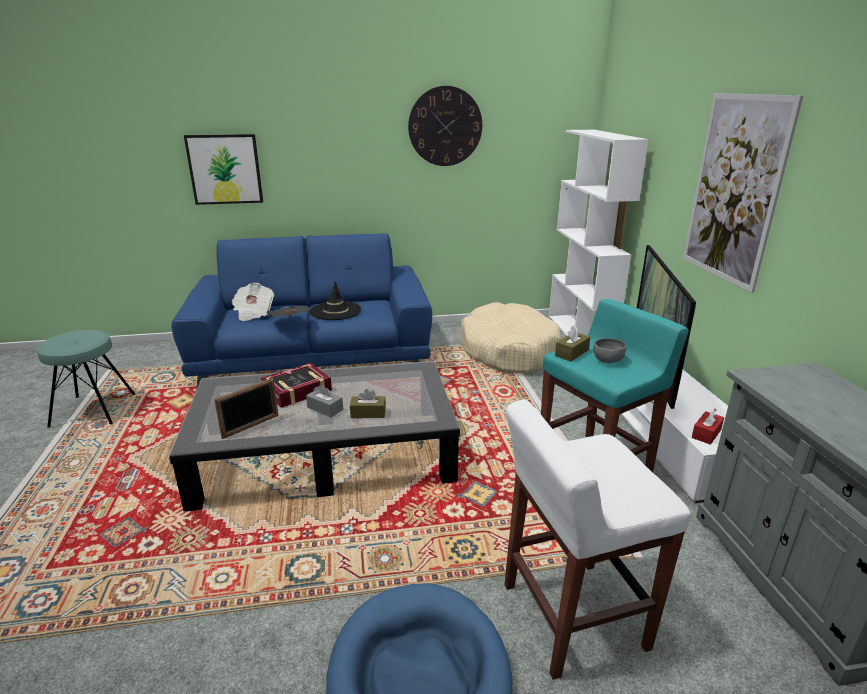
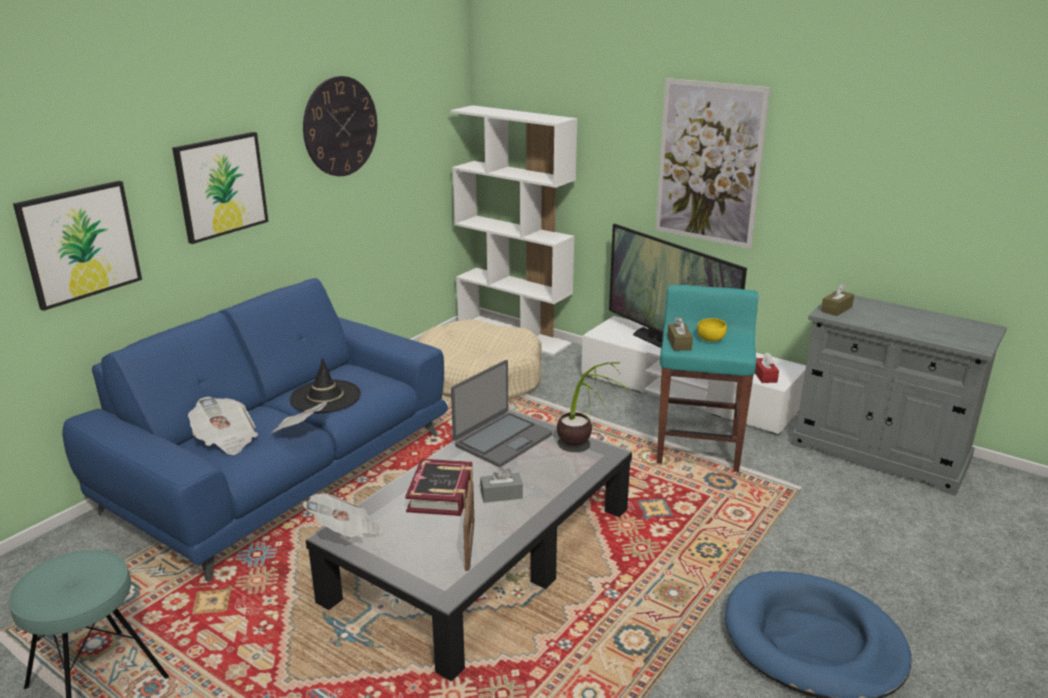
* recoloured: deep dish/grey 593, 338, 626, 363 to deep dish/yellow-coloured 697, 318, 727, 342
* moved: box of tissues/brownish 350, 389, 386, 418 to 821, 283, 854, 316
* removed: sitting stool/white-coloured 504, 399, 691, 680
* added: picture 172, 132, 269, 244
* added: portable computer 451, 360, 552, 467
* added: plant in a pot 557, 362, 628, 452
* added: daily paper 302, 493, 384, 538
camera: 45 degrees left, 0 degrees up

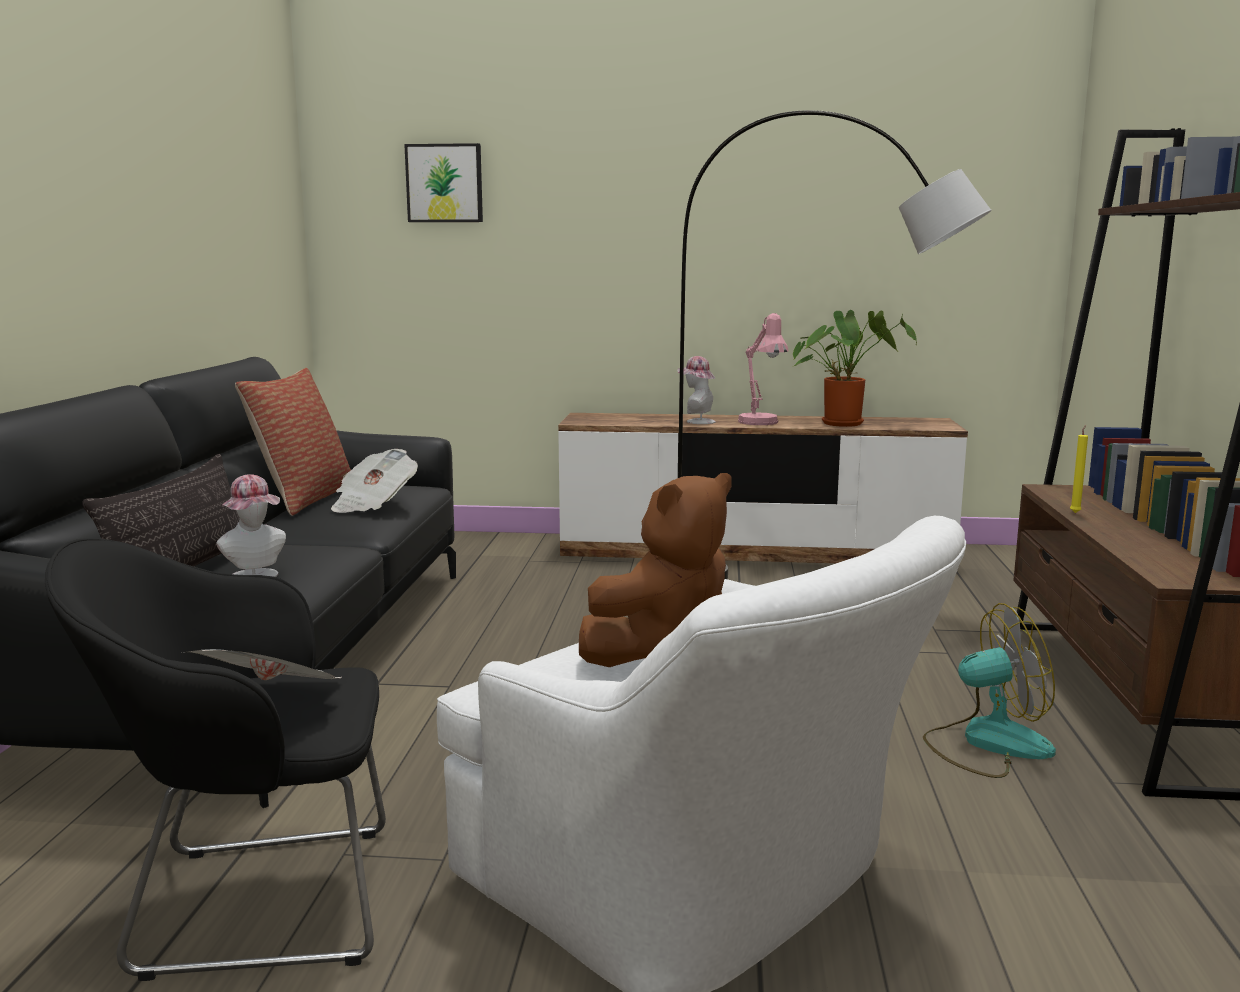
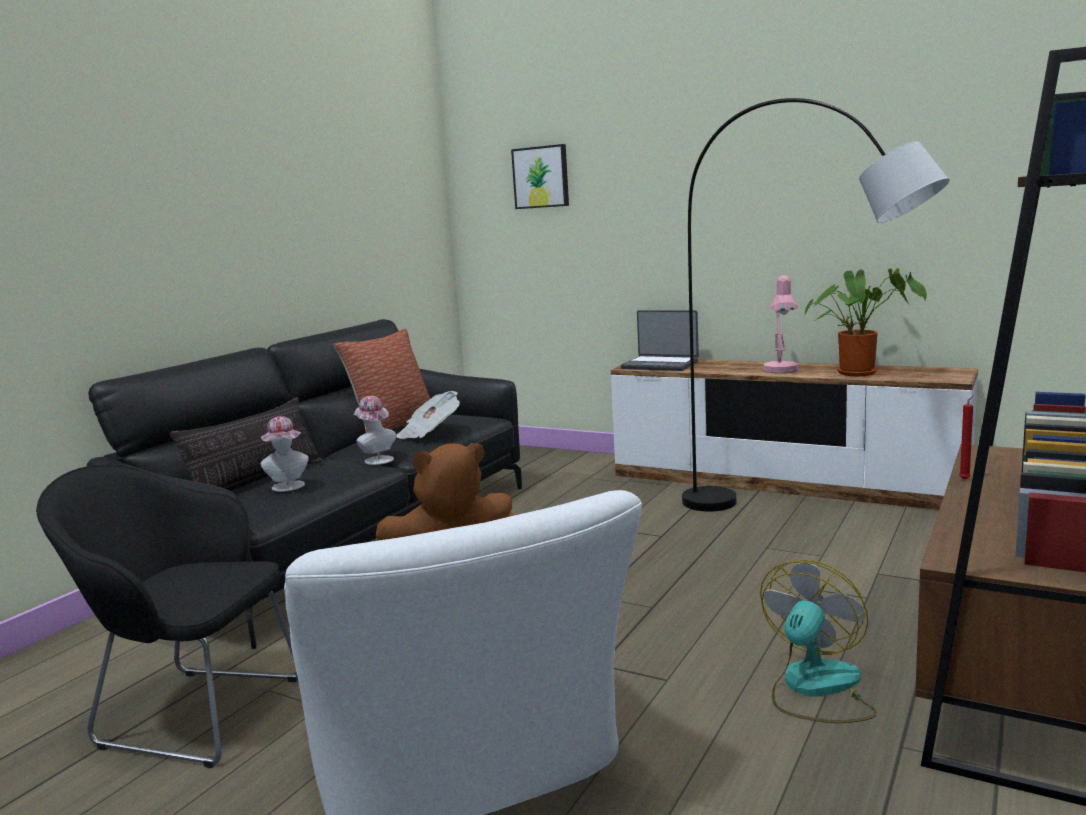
* moved: clothing hat 677, 356, 716, 424 to 354, 396, 396, 465
* recoloured: wax light/yellow-coloured 1070, 426, 1088, 513 to wax light/red-coloured 959, 395, 974, 480
* turned: electric fan 923, 603, 1056, 778 = 760, 560, 877, 723 75 degrees counterclockwise
* removed: daily paper 181, 649, 342, 680
* added: portable computer 621, 310, 699, 371
camera: 25 degrees right, 0 degrees up

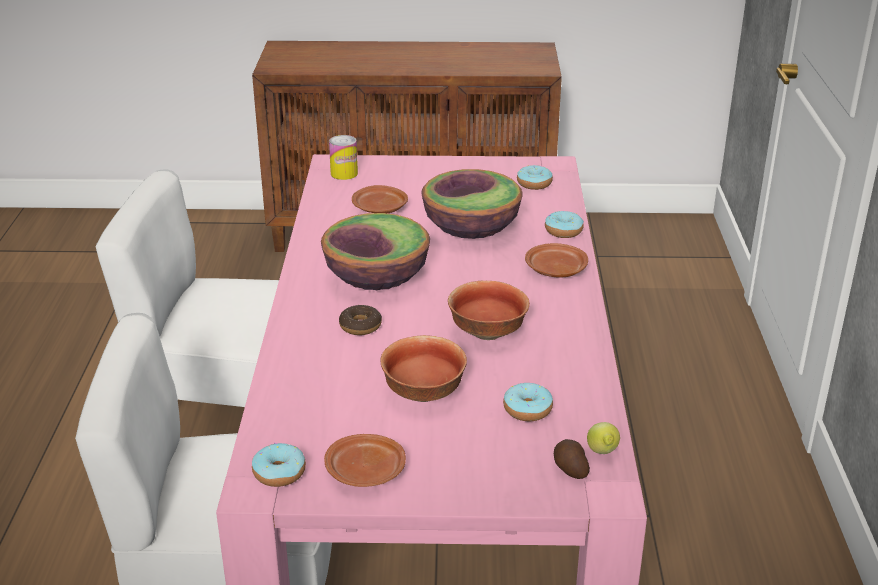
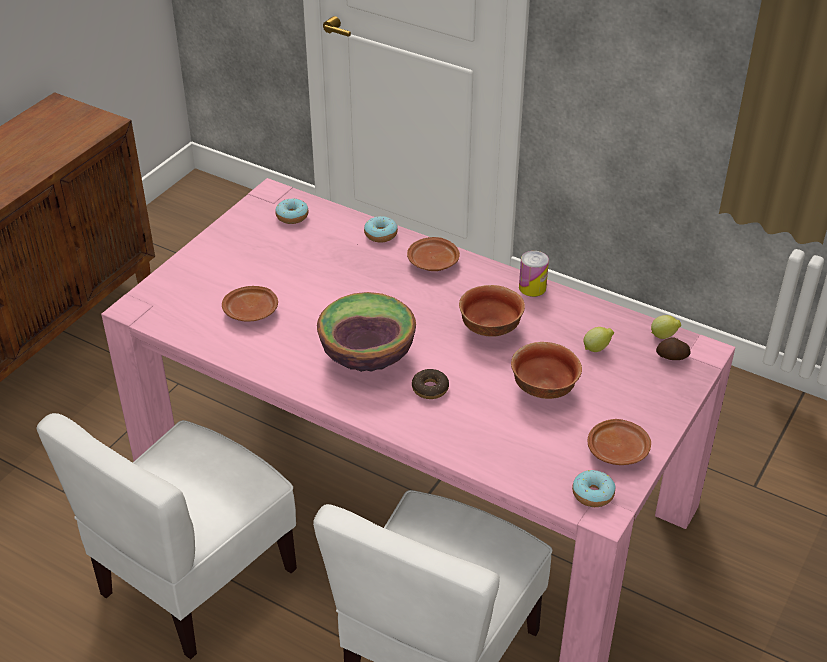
* moved: metal can 329, 135, 358, 180 to 519, 251, 549, 297
* removed: deep dish 421, 169, 523, 239
* replaced: donut 503, 383, 553, 421 to citrus fruit 584, 327, 614, 352
camera: 60 degrees left, 10 degrees up

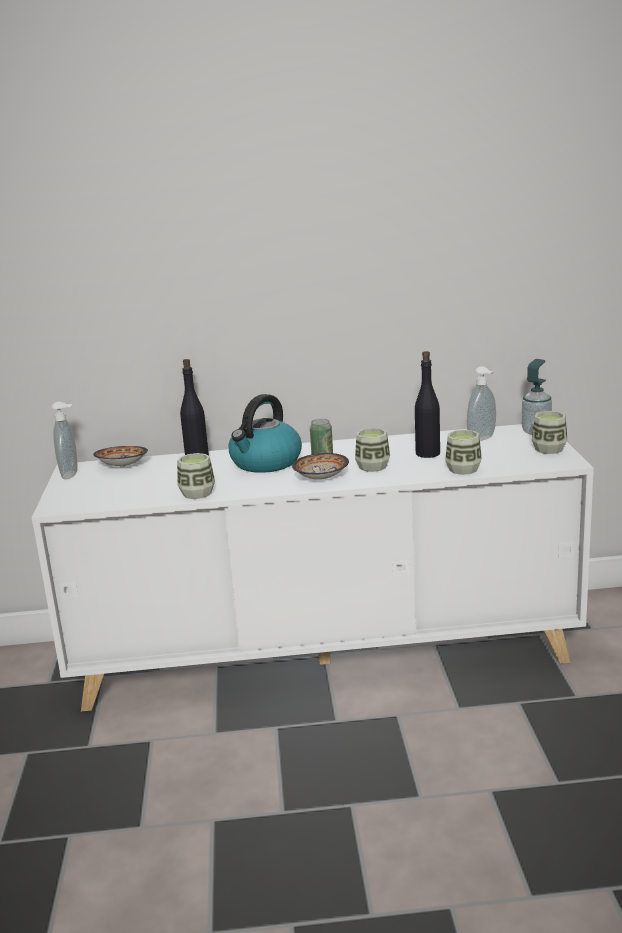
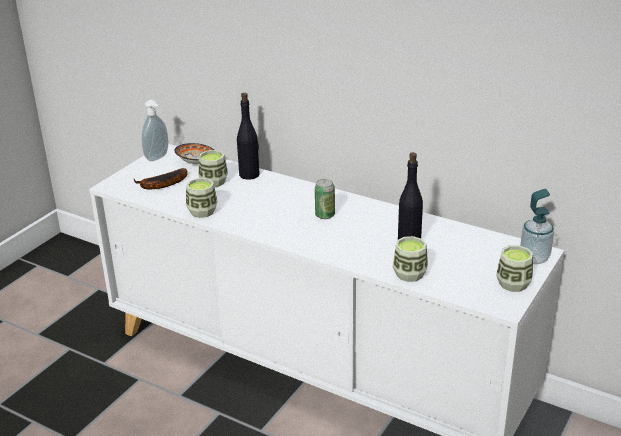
* removed: soap bottle 467, 366, 496, 441
* removed: tea kettle 229, 394, 302, 473
* moved: cup 355, 428, 390, 472 to 198, 150, 228, 187
* removed: deep dish 292, 453, 349, 479
* added: banana fruit 133, 168, 188, 189
camera: 35 degrees right, 10 degrees up

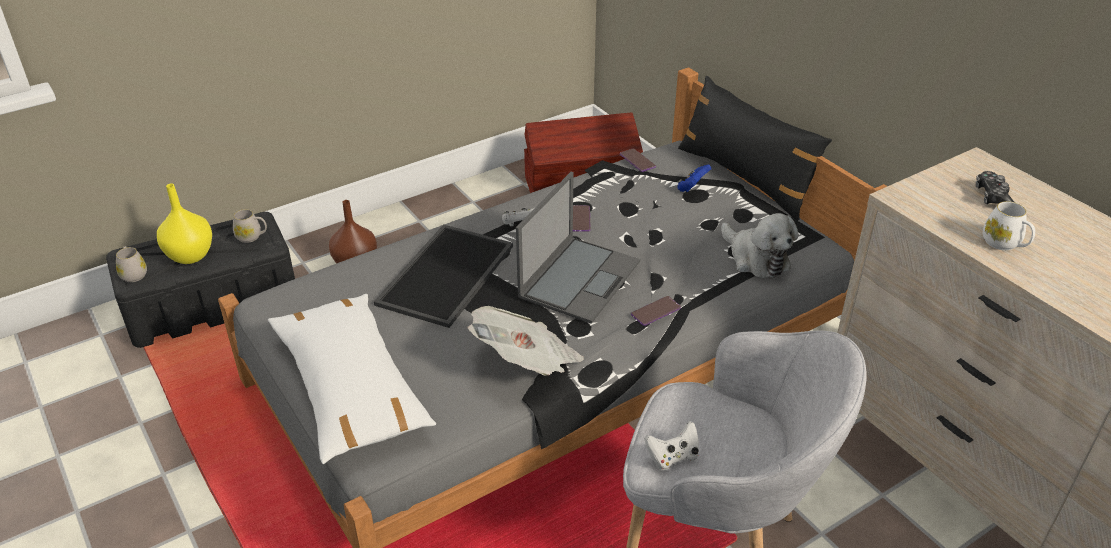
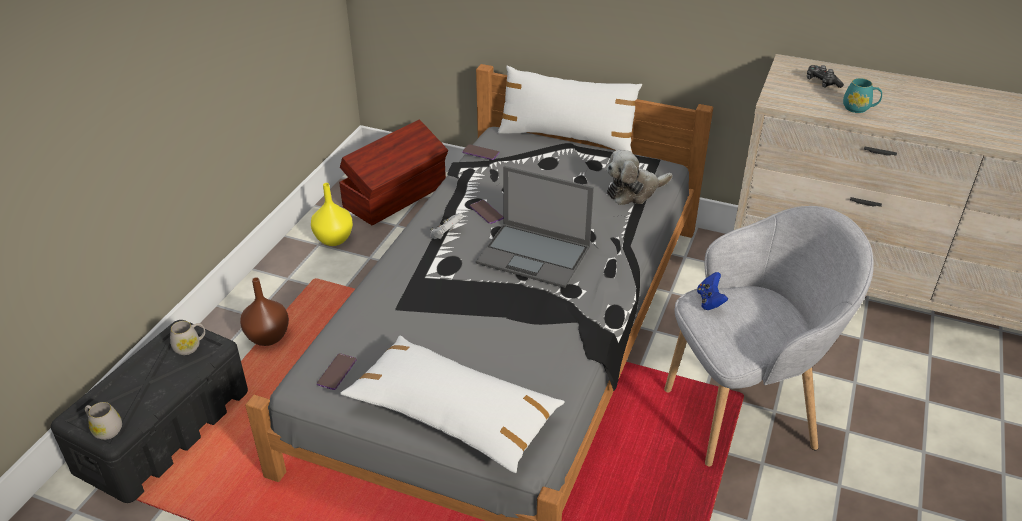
* recoloured: cushion/black 678, 76, 832, 220 to cushion/white-coloured 498, 66, 642, 152
* moved: game controller/bluish 677, 164, 711, 192 to 697, 272, 728, 310
* turned: portable computer 516, 172, 640, 324 = 476, 166, 594, 288 120 degrees clockwise
* moved: vase/yellow-coloured 157, 183, 212, 264 to 311, 183, 353, 246
* recoloured: tea mug/white-coloured 983, 201, 1035, 250 to tea mug/turquoise-coloured 843, 78, 882, 113
* turned: cuddly toy 721, 213, 798, 279 = 607, 150, 672, 205 135 degrees clockwise
* removed: serving tray 374, 224, 513, 328
* moved: handset 631, 296, 681, 326 to 317, 353, 357, 390
* removed: daily paper 467, 306, 584, 376
* removed: game controller/white-coloured 644, 421, 699, 470
camera: 35 degrees left, 0 degrees up

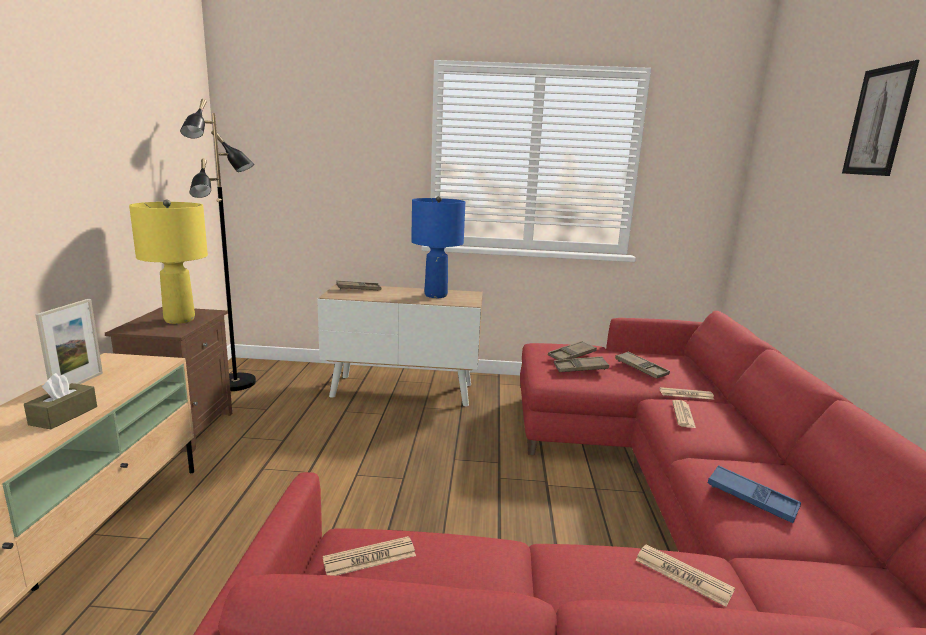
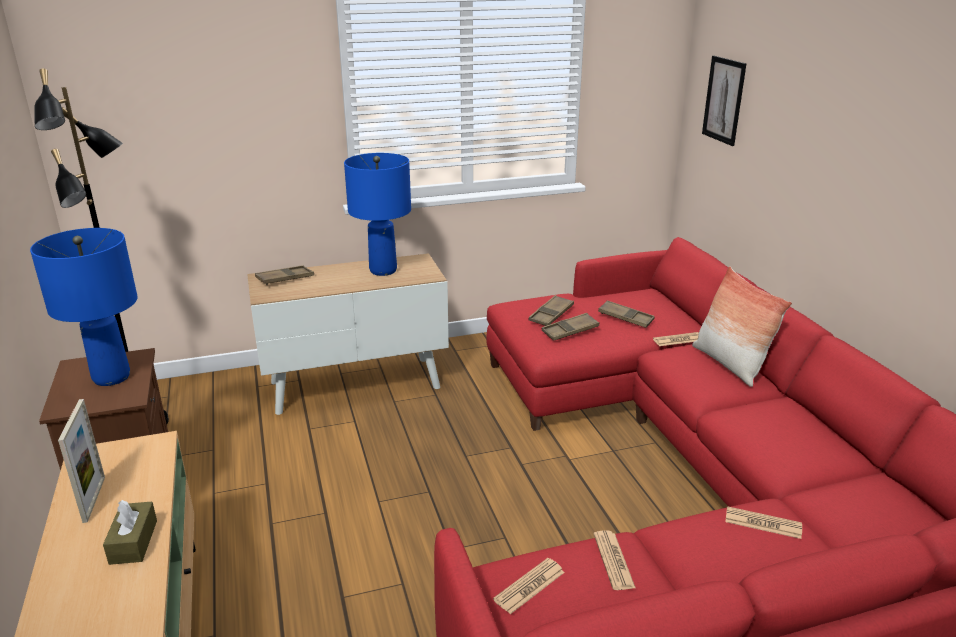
* moved: picture 842, 60, 919, 176 to 702, 56, 746, 146
* recoloured: tabletop lamp/yellow-coloured 129, 200, 208, 324 to tabletop lamp/bluish 30, 228, 138, 386
* moved: daily paper 672, 400, 696, 428 to 594, 530, 636, 590
* removed: serving tray/bluish 708, 465, 801, 523
* added: cushion 692, 266, 792, 387
camera: 20 degrees left, 10 degrees up

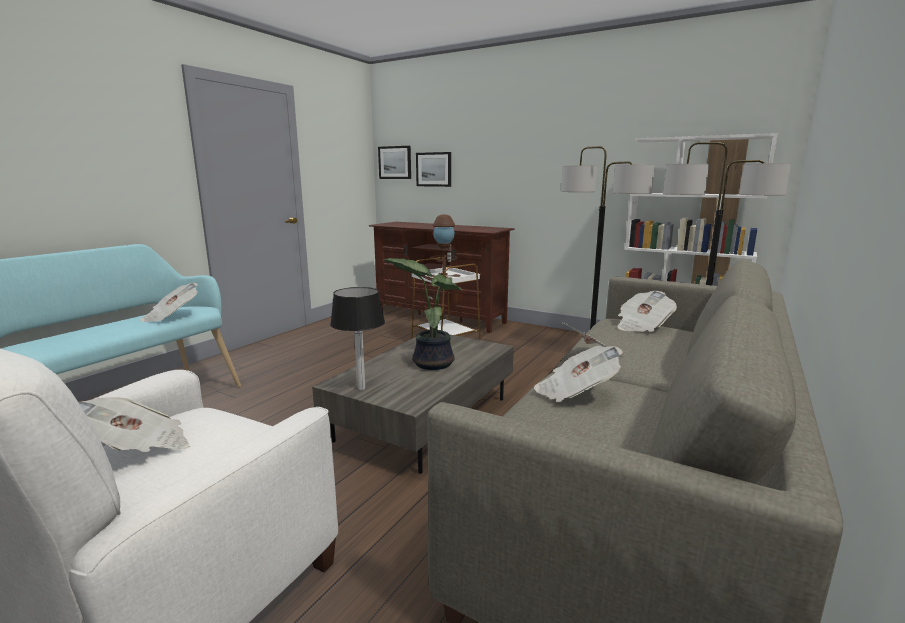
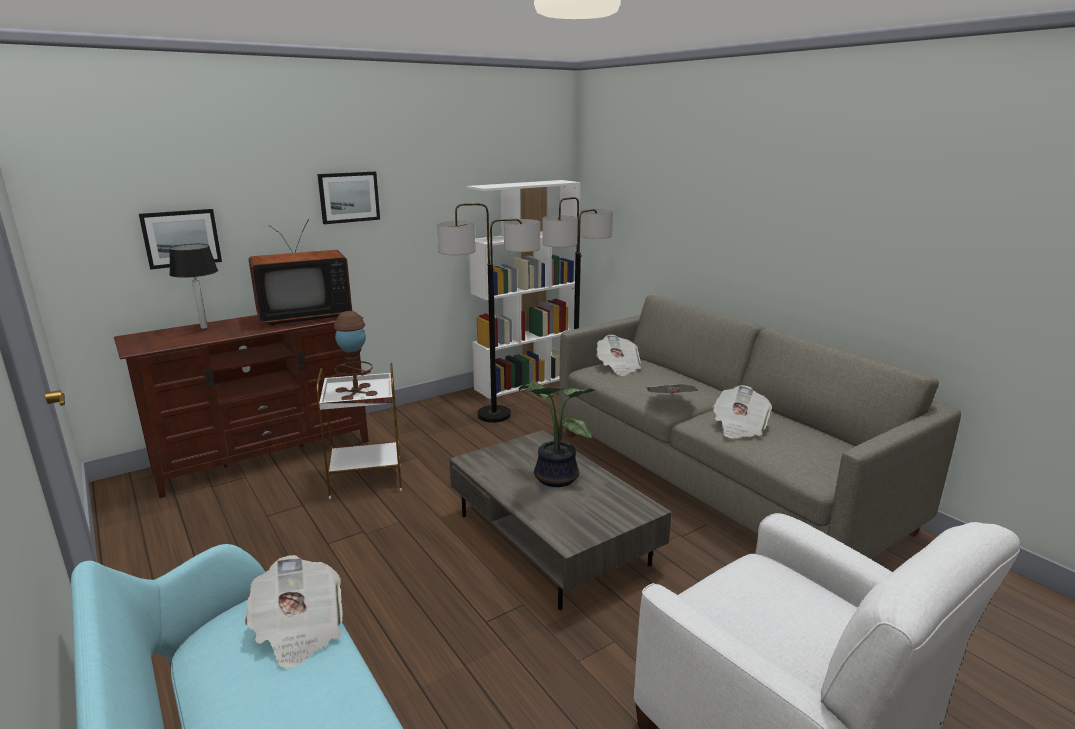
* moved: picture 378, 146, 411, 179 to 317, 172, 380, 224
* moved: tabletop lamp 330, 287, 385, 390 to 169, 244, 218, 329
* removed: daily paper 79, 397, 190, 452
* added: TV 249, 219, 352, 326
camera: 65 degrees left, 5 degrees up

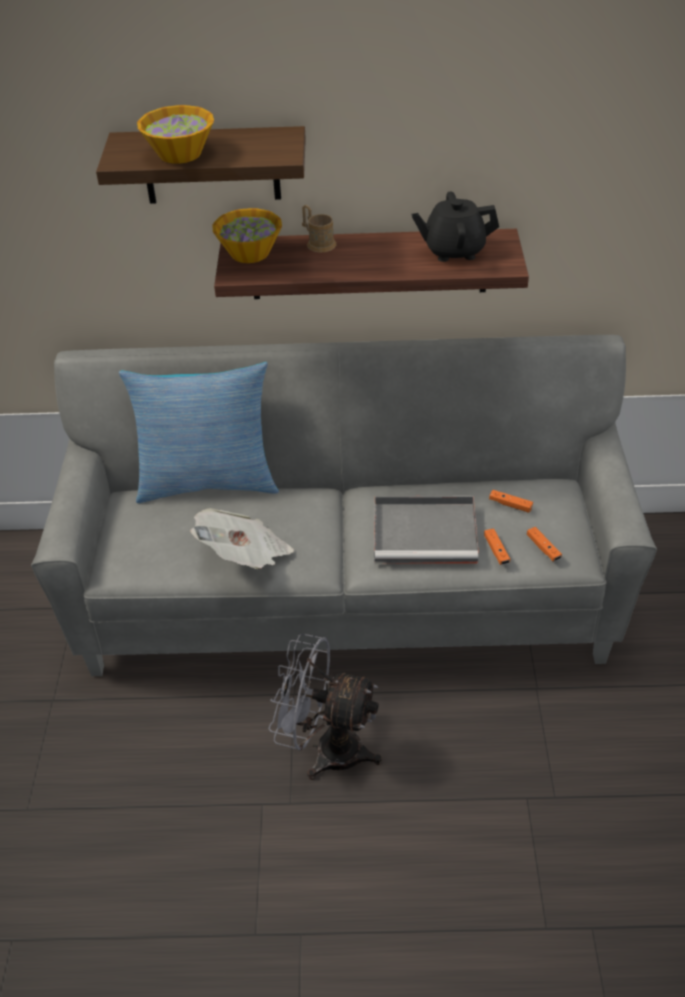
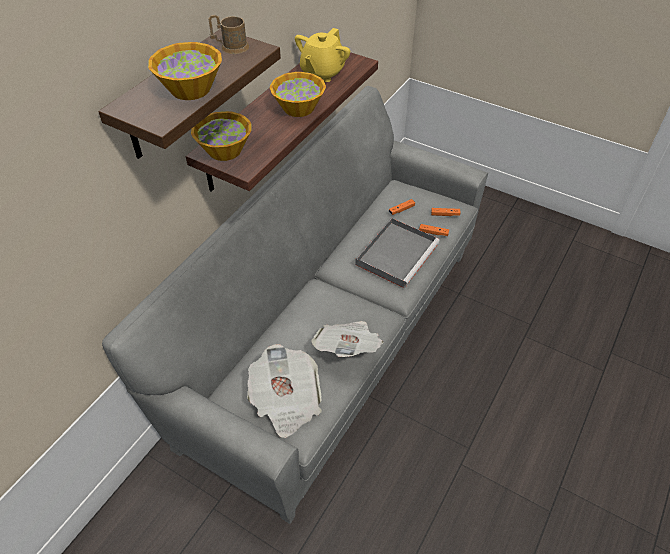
* recoloured: tea pot/black 411, 191, 499, 262 to tea pot/yellow-coloured 295, 28, 350, 82
* moved: tea mug/brownish 302, 205, 336, 253 to 208, 15, 250, 54
* removed: cushion 119, 362, 279, 503
* removed: electric fan/grey 268, 634, 382, 780
* added: deep dish 270, 72, 326, 117
* added: daily paper 247, 344, 322, 438
camera: 60 degrees left, 5 degrees up

